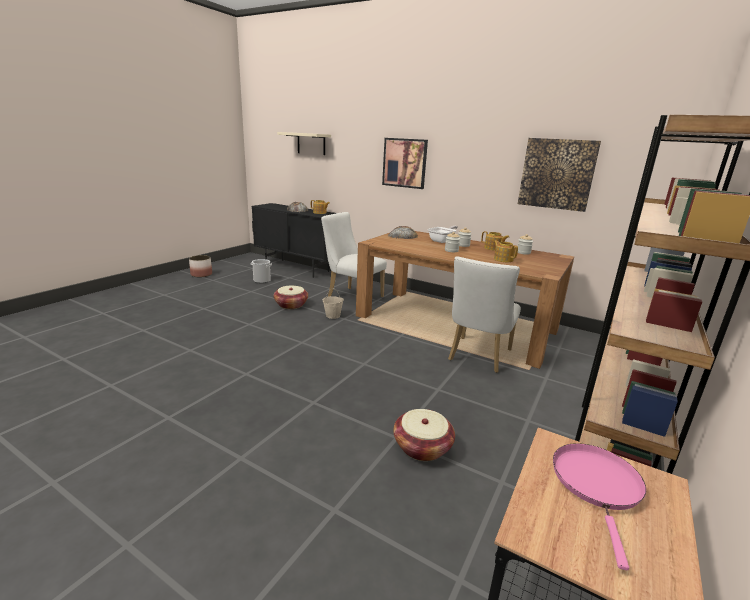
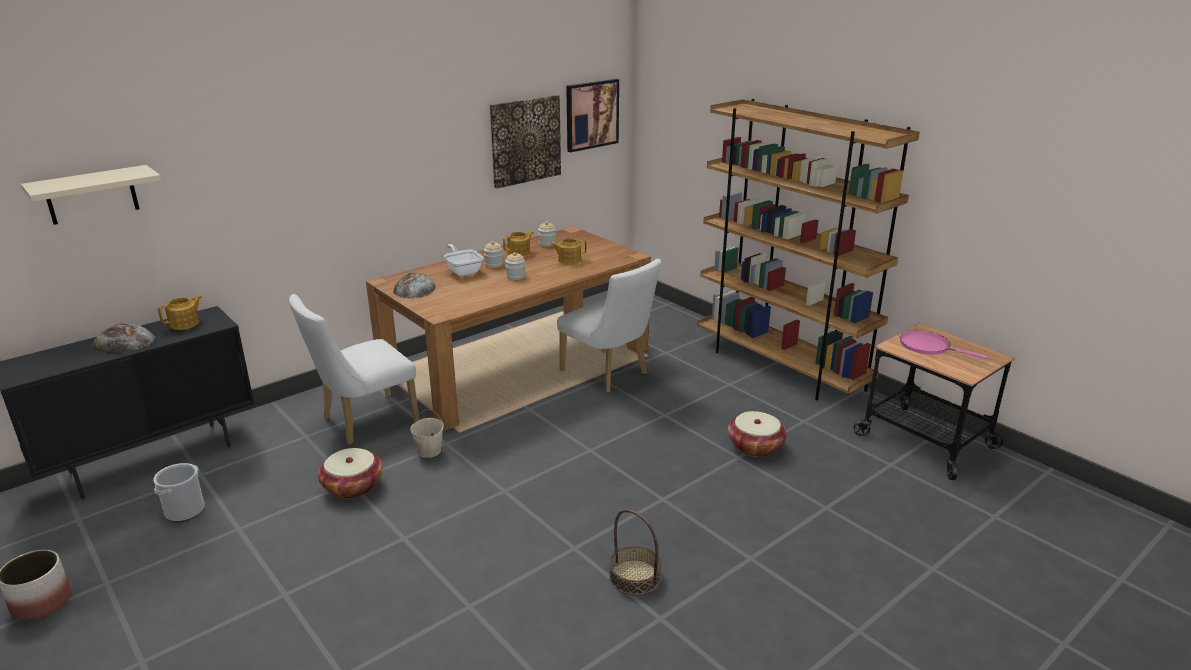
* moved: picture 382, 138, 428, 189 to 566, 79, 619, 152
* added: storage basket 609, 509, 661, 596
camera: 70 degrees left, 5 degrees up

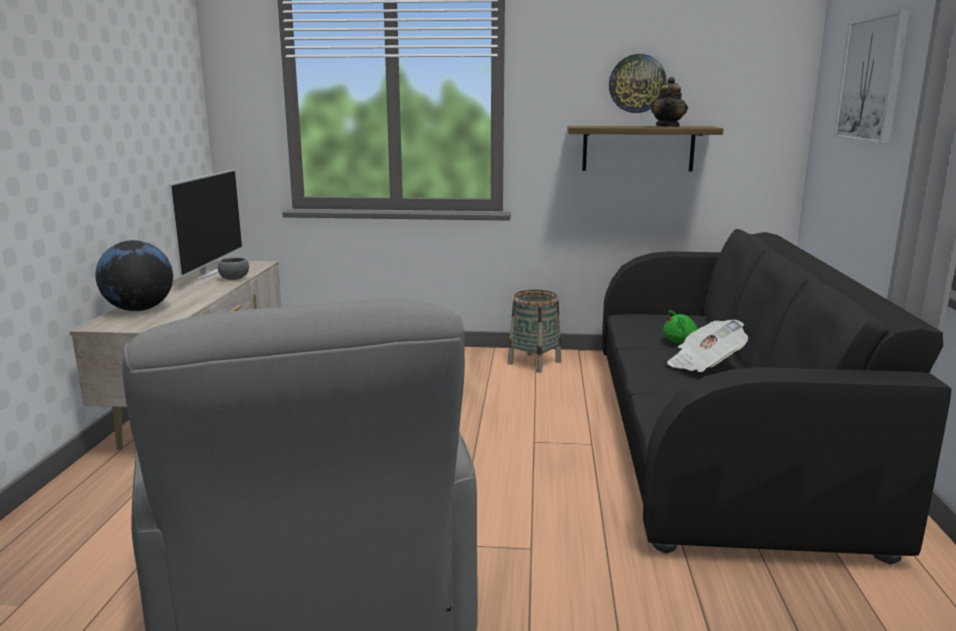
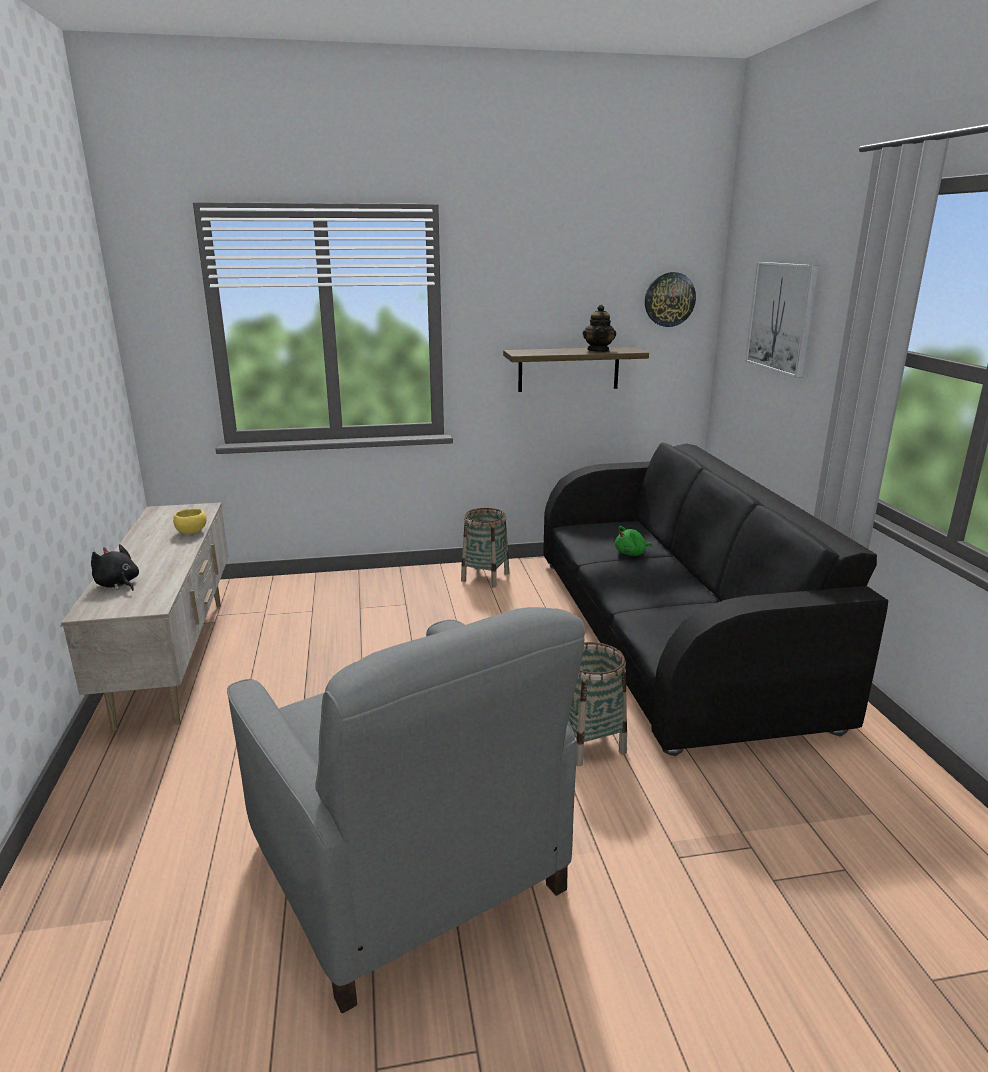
* moved: clock on the wall 609, 54, 667, 113 to 645, 272, 696, 327
* removed: TV 169, 169, 243, 282
* replaced: desk globe 96, 240, 173, 311 to cuddly toy/black 91, 544, 139, 591
* recoloured: deep dish/grey 218, 257, 249, 280 to deep dish/yellow-coloured 173, 509, 207, 534
* removed: daily paper 667, 320, 748, 372
* added: storage basket 568, 642, 627, 766
camera: 15 degrees left, 5 degrees up

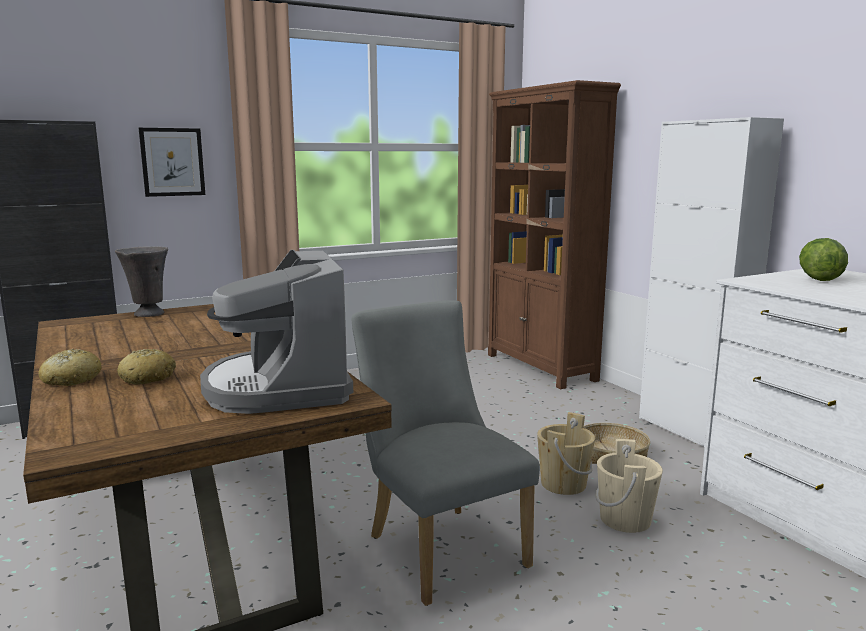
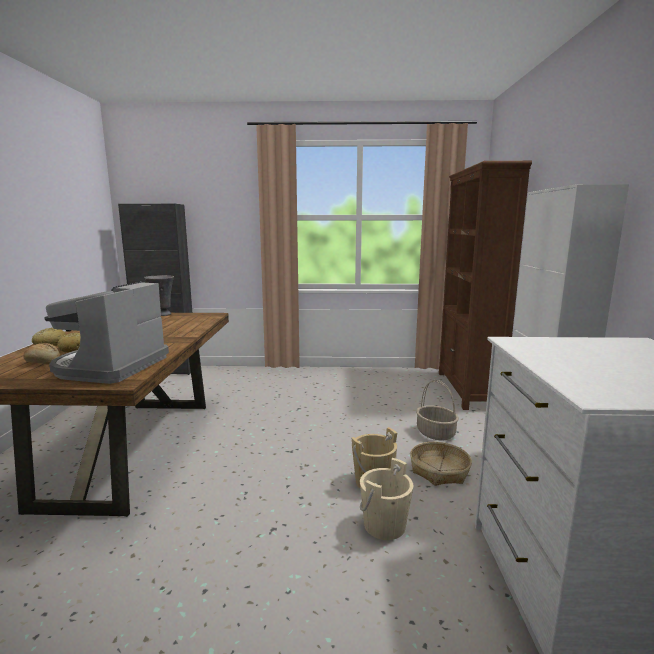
* removed: picture 139, 128, 205, 197
* removed: lettuce head 799, 238, 848, 281
* removed: upright chair/grey 352, 300, 540, 606
* added: bakery bread 23, 343, 60, 365
* added: storage basket 416, 380, 459, 440
camera: 30 degrees right, 0 degrees up

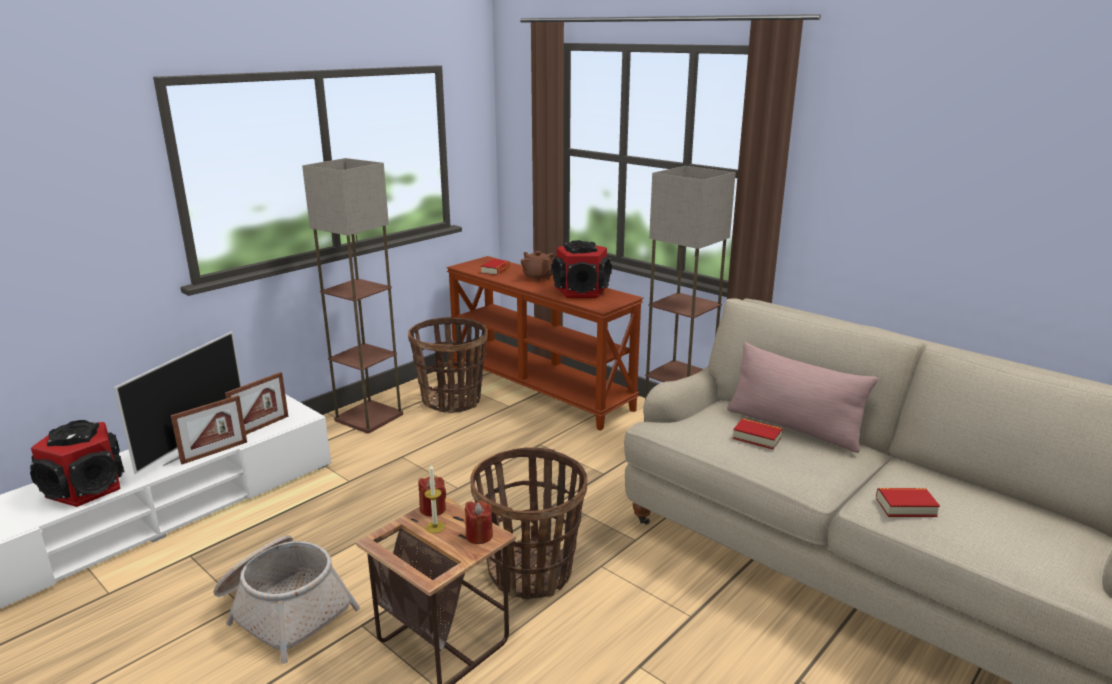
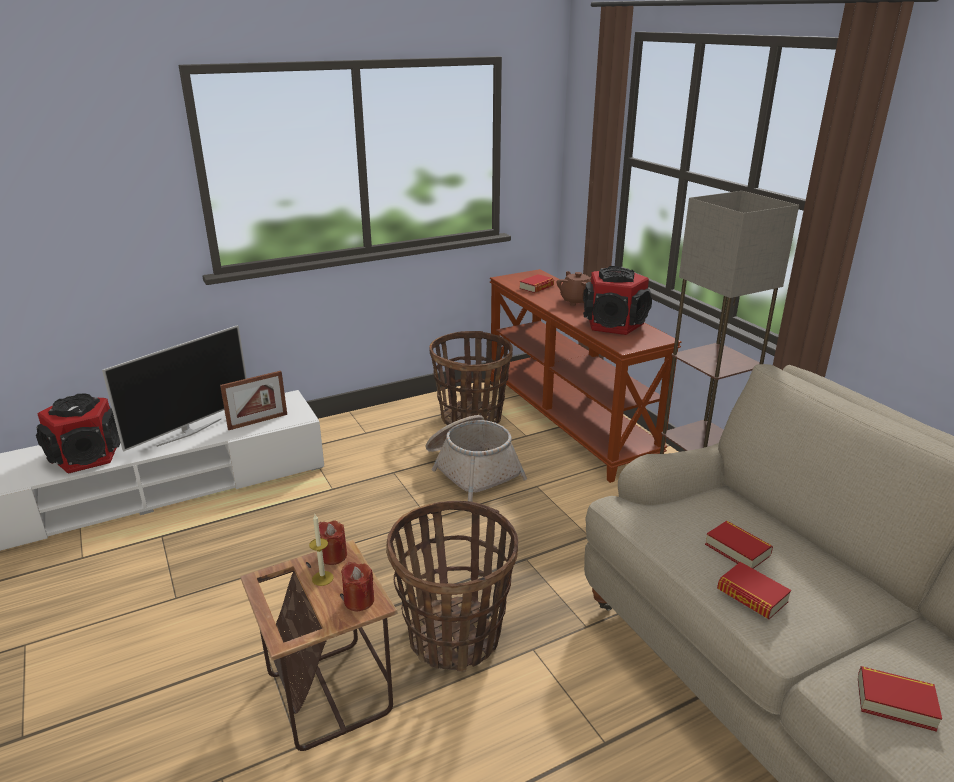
* removed: standard lamp 302, 158, 403, 434
* removed: cushion/pink-coloured 727, 342, 878, 453
* removed: photo frame 171, 395, 247, 464
* moved: storage basket 213, 535, 360, 664 to 425, 415, 527, 502
* added: book 717, 562, 791, 619
camera: 20 degrees right, 5 degrees up

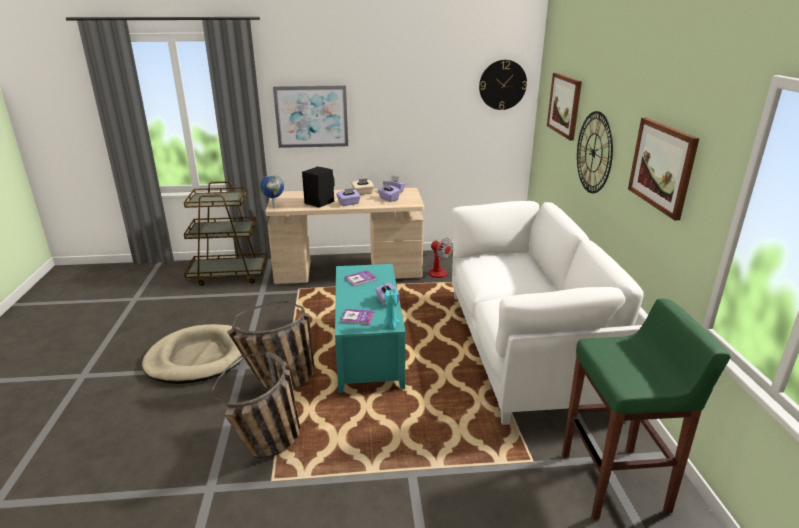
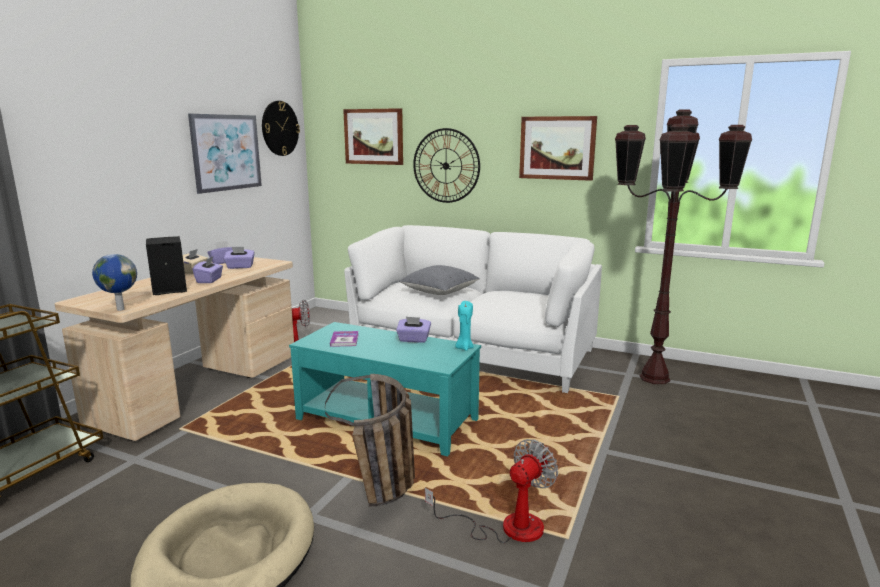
* moved: picture 273, 85, 348, 148 to 188, 114, 262, 194
* replaced: sitting stool/green-coloured 562, 299, 731, 520 to standard lamp/brownish 615, 109, 752, 384
* removed: book 341, 309, 374, 325
* replaced: storage basket 212, 351, 300, 458 to electric fan 425, 439, 558, 543
* added: cushion/grey 399, 265, 480, 295
camera: 60 degrees left, 10 degrees down

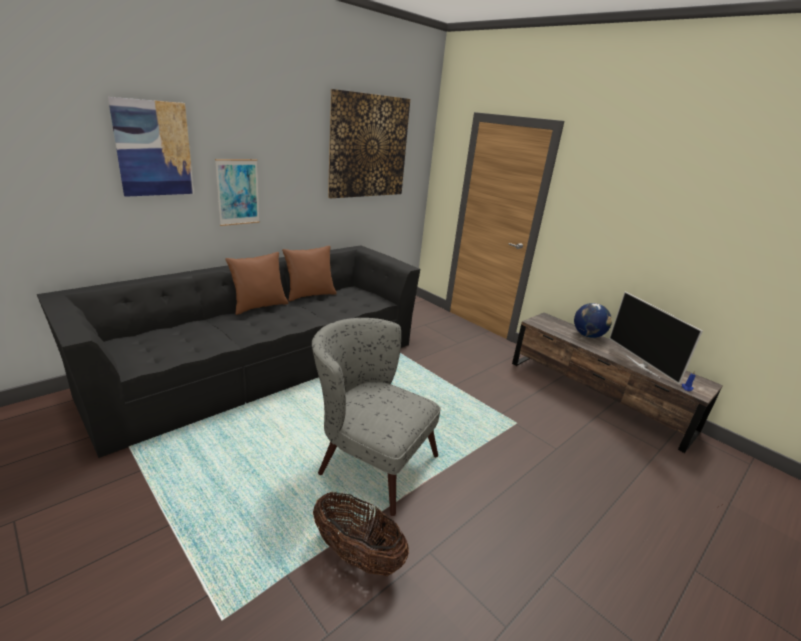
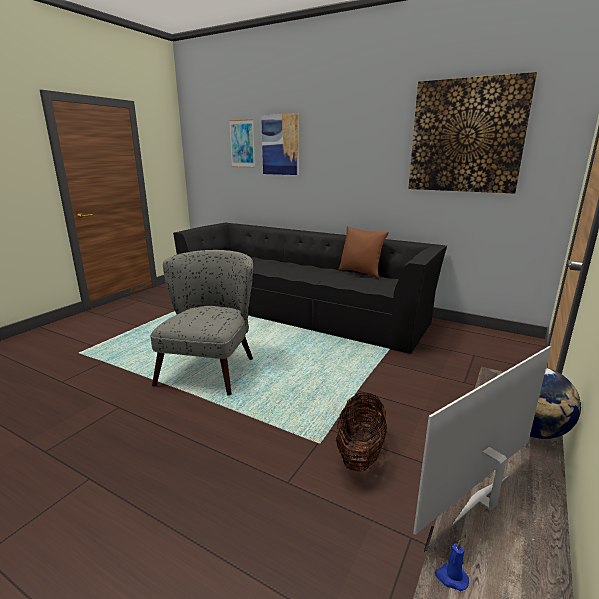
* moved: picture 215, 159, 260, 226 to 229, 119, 255, 168
* removed: cushion/brownish 225, 252, 288, 315
* moved: storage basket 313, 492, 409, 576 to 336, 392, 387, 472
camera: 75 degrees right, 5 degrees down

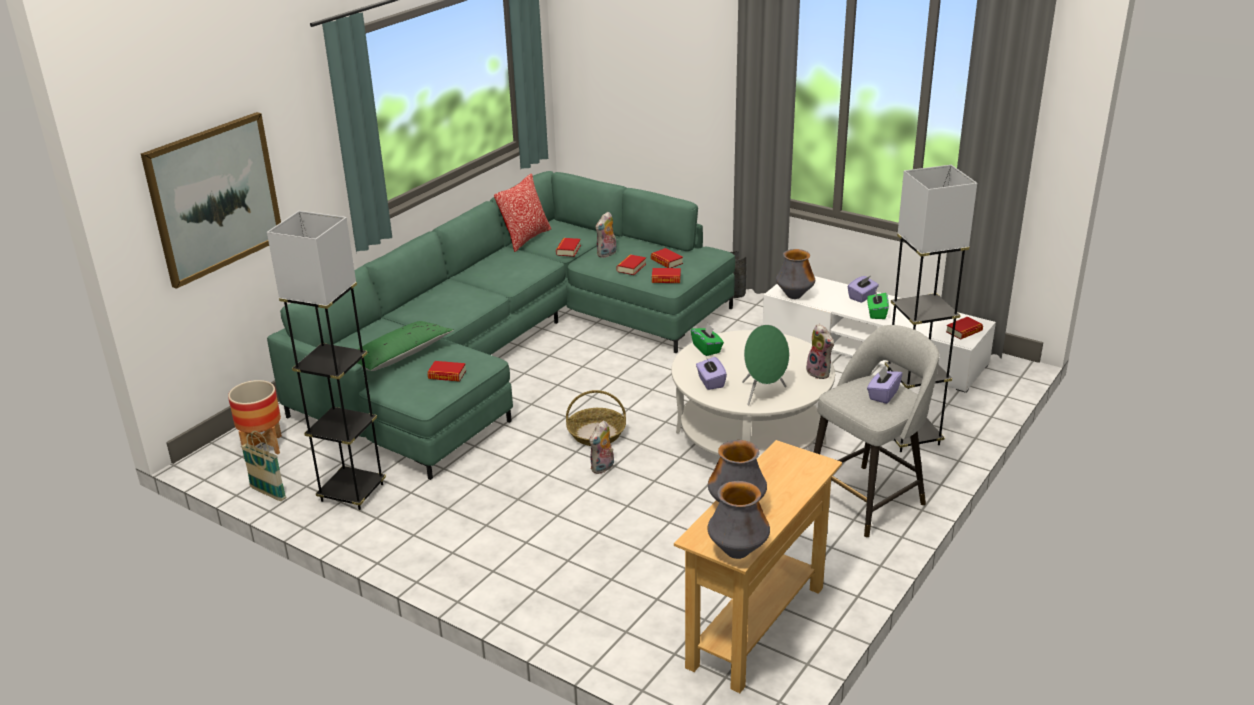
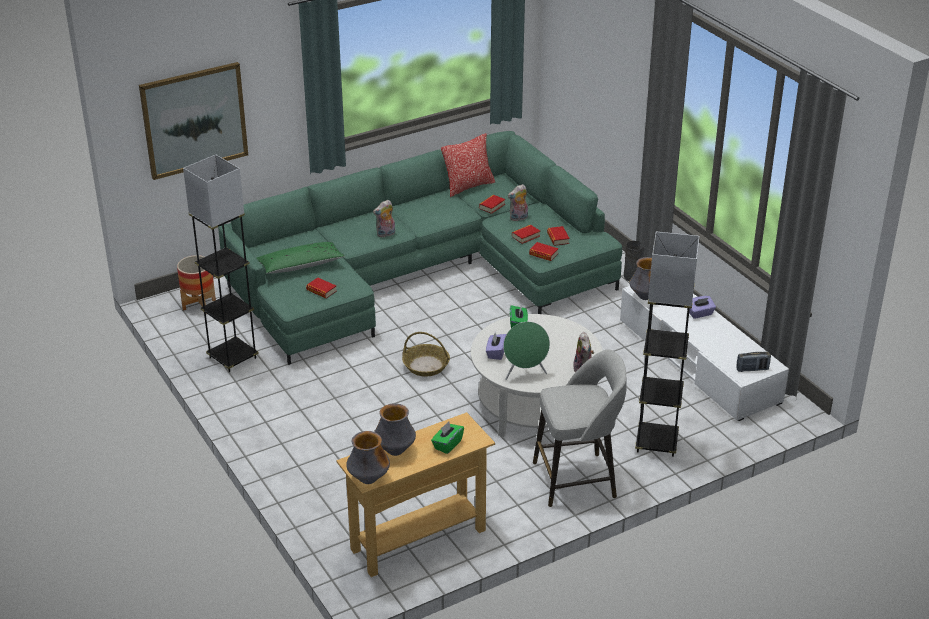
* moved: box of tissues/green-coloured 867, 292, 889, 319 to 431, 422, 464, 454
* replaced: book 946, 317, 983, 340 to radio 736, 352, 771, 372
* removed: box of tissues/purplish 867, 365, 902, 404
* moved: cuddly toy 589, 420, 614, 474 to 373, 200, 395, 237
* removed: storage basket 241, 431, 286, 501
camera: 25 degrees right, 5 degrees up

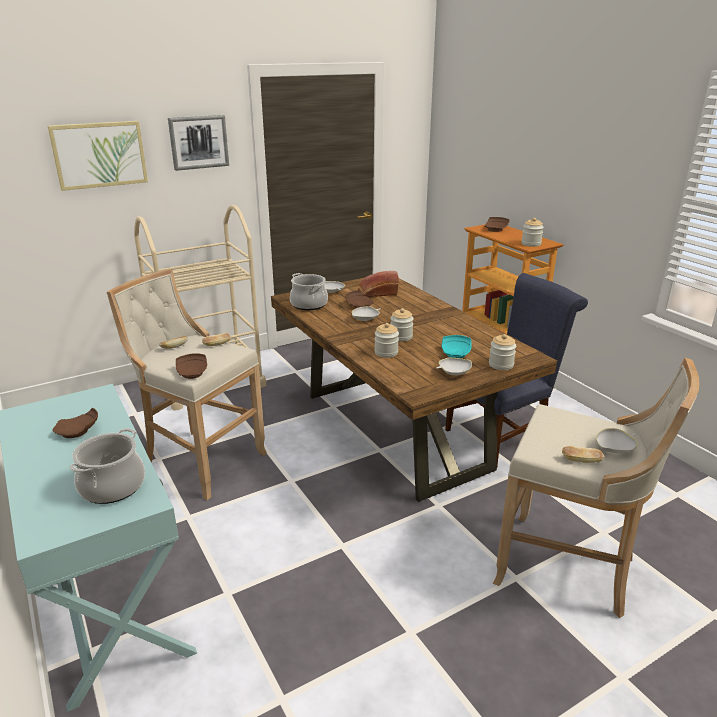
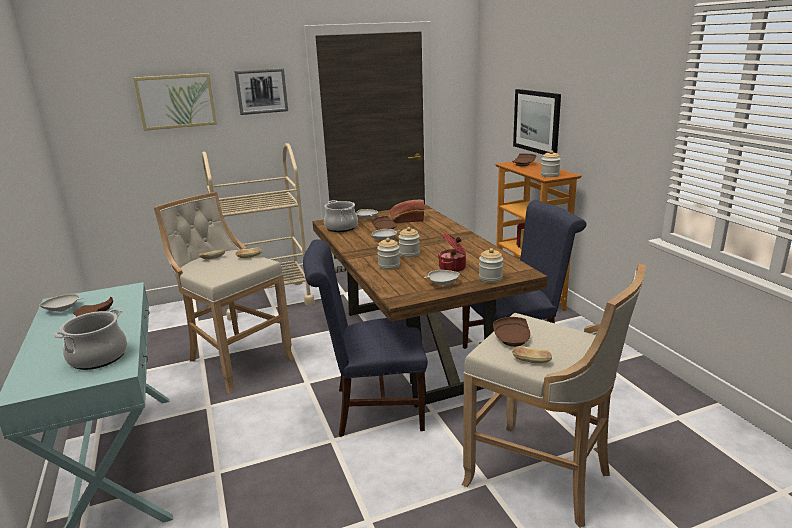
* replaced: dinner plate/turquoise-coloured 442, 335, 472, 358 to cooking pot 438, 233, 466, 272
* moved: dinner plate/brownish 176, 353, 207, 379 to 493, 317, 530, 347
* moved: deep dish/white-coloured 596, 428, 638, 453 to 40, 294, 83, 312
* added: picture 513, 89, 561, 155
* added: upright chair/bluish 303, 239, 428, 437
camera: 10 degrees right, 5 degrees down

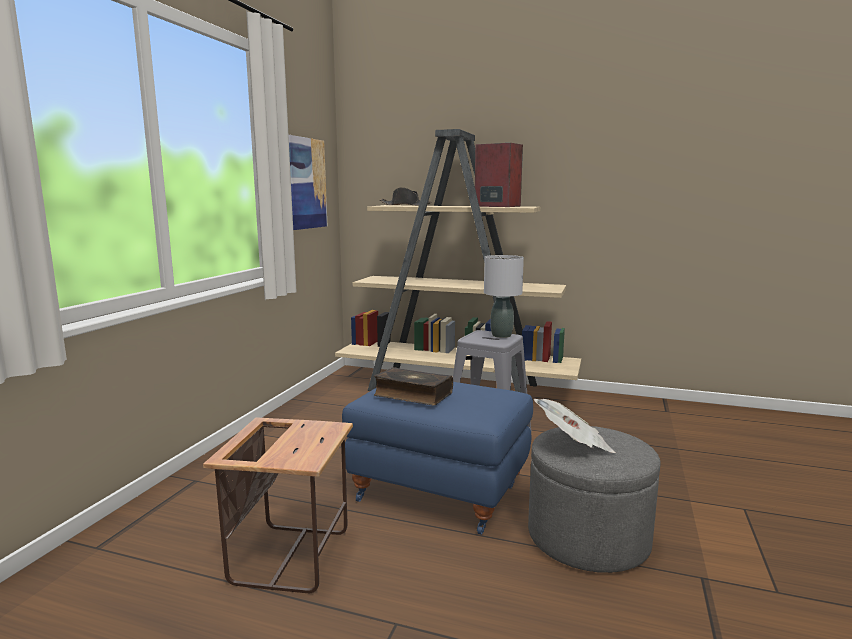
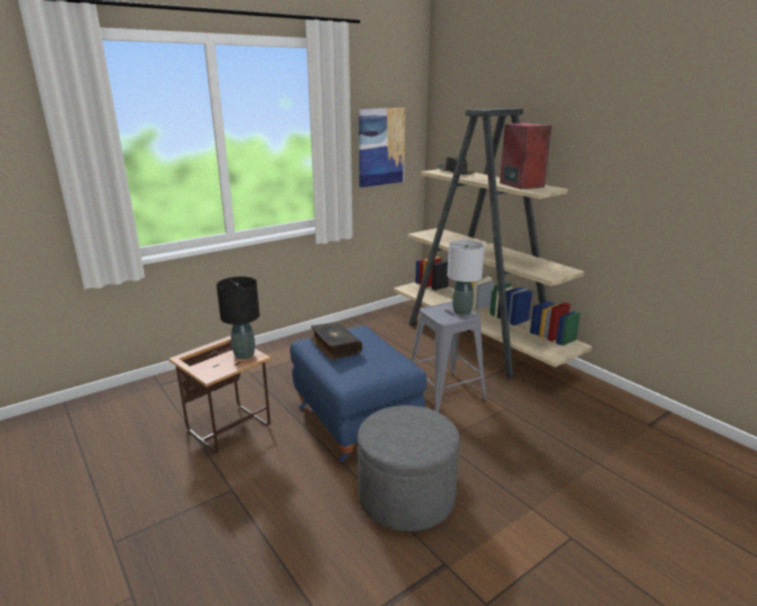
* removed: daily paper 534, 399, 616, 453
* added: tabletop lamp/black 216, 276, 260, 359
camera: 35 degrees right, 10 degrees up

